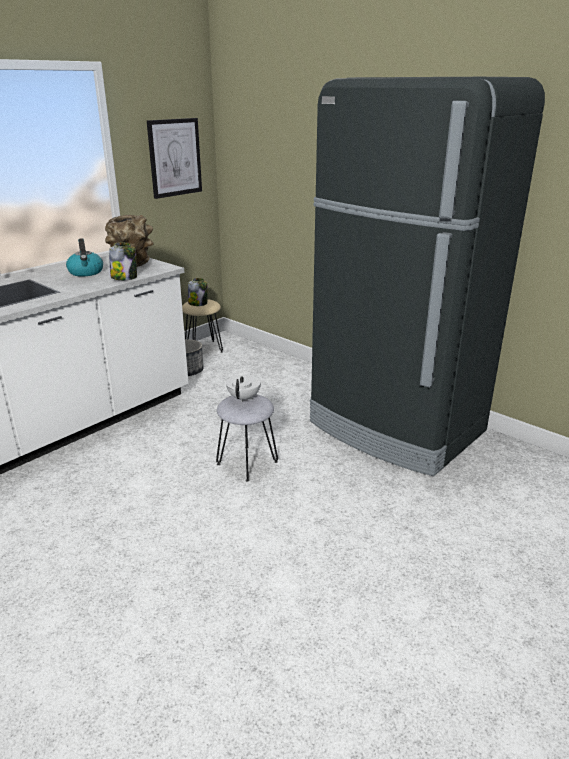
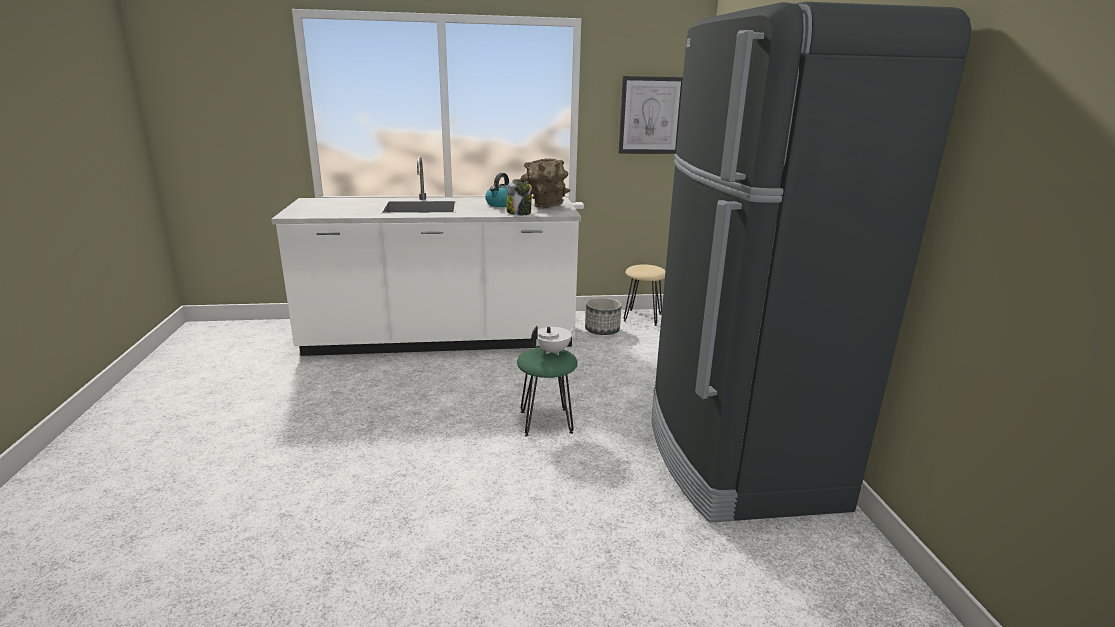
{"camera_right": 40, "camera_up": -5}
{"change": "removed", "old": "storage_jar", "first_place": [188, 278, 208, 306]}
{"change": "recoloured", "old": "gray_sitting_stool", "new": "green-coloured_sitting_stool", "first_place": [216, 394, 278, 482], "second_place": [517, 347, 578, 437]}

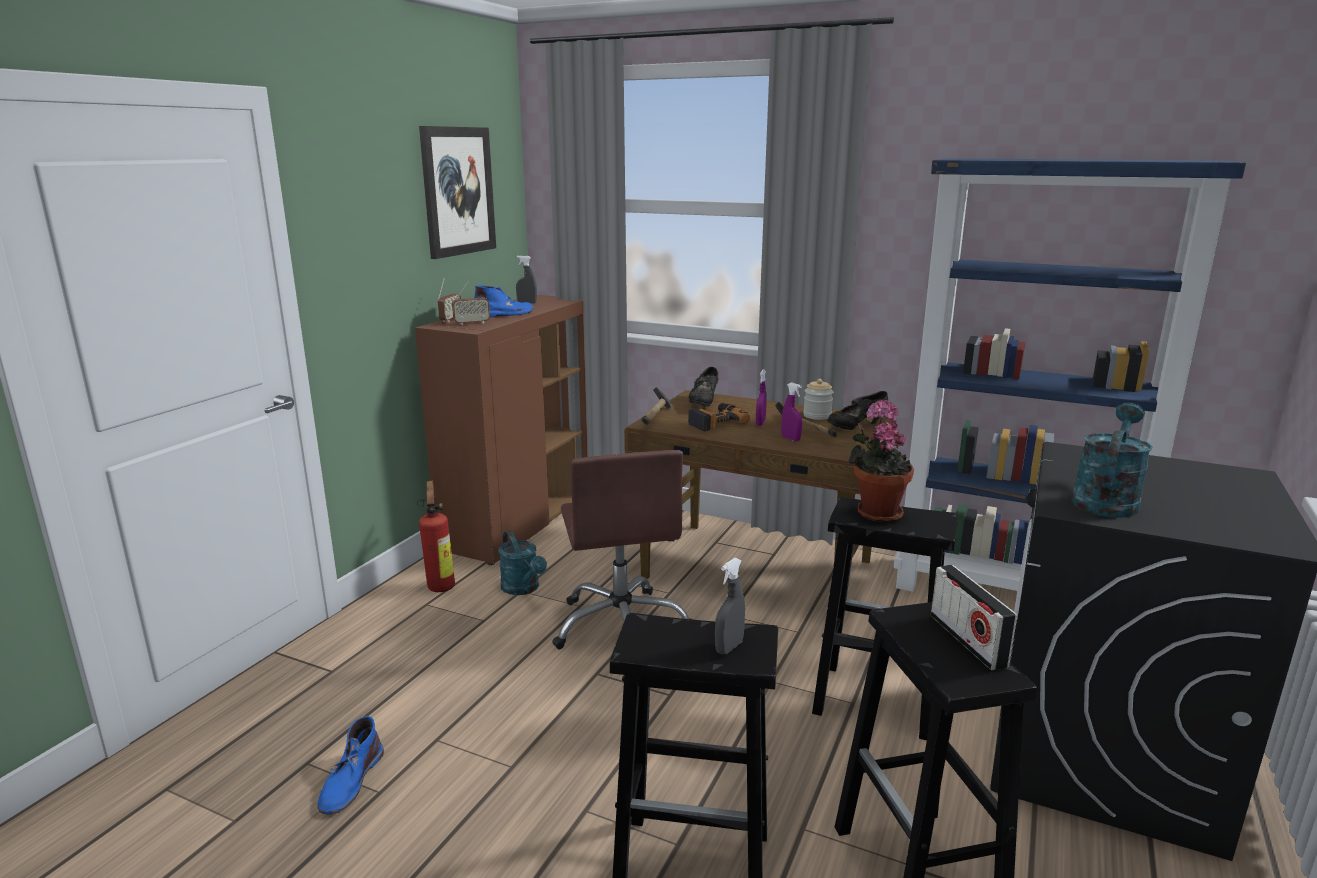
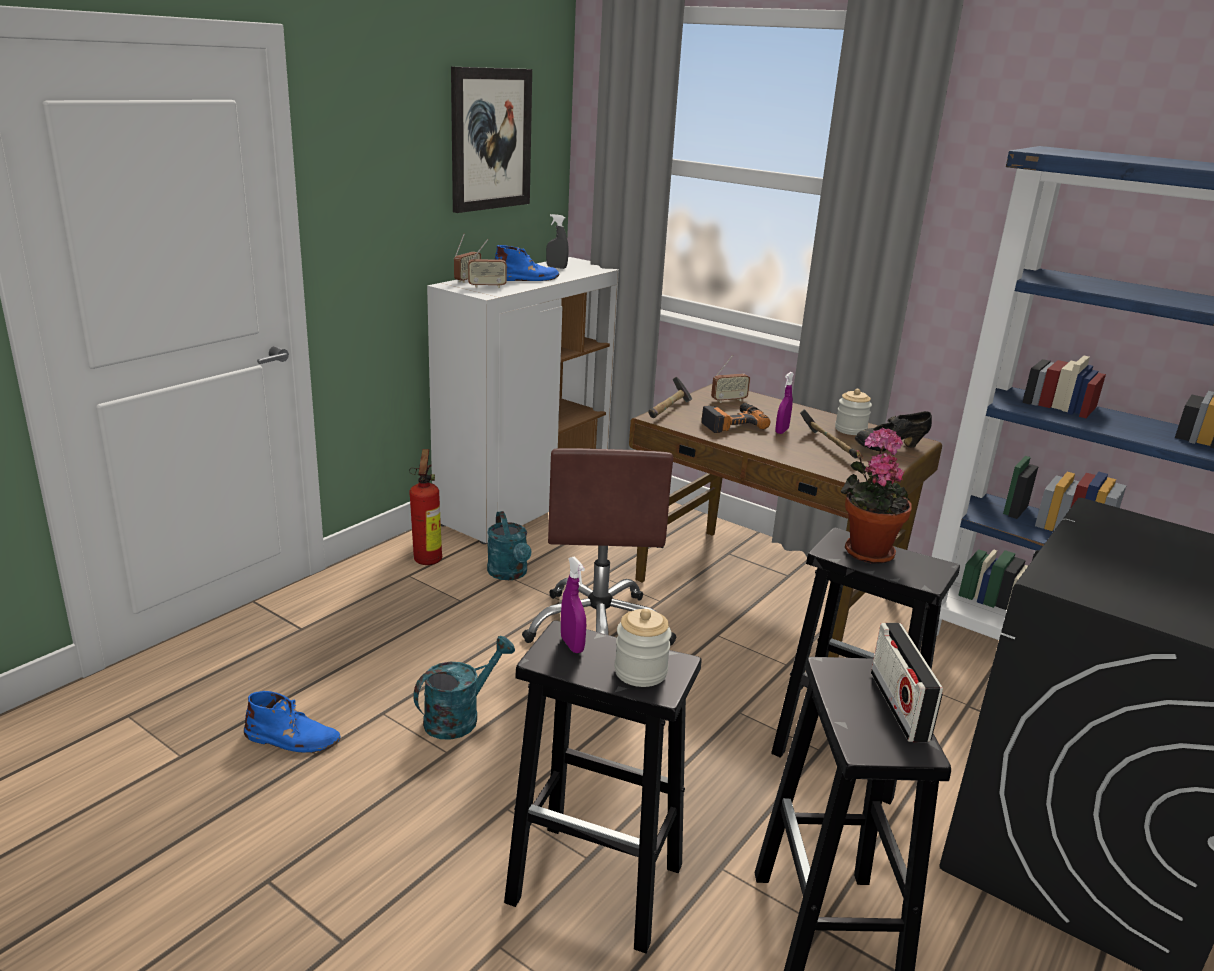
{"camera_right": 10, "camera_up": 5}
{"change": "moved", "old": "purplish_spray_bottle", "first_place": [781, 382, 802, 441], "second_place": [561, 556, 586, 653]}
{"change": "moved", "old": "blue-green_watering_pot", "first_place": [1071, 403, 1153, 518], "second_place": [413, 636, 515, 740]}
{"change": "replaced", "old": "blackish_low_shoe", "new": "radio", "first_place": [689, 367, 718, 407], "second_place": [711, 355, 750, 403]}
{"change": "replaced", "old": "gray_spray_bottle", "new": "storage_jar", "first_place": [715, 558, 745, 655], "second_place": [614, 609, 672, 687]}
{"change": "recoloured", "old": "brown-coloured_cupboard", "new": "white_cupboard", "first_place": [415, 295, 588, 565], "second_place": [427, 257, 619, 544]}
{"change": "turned", "old": "blue_high-top_boot", "first_place": [317, 716, 384, 814], "second_place": [244, 691, 340, 753], "degrees": -105}

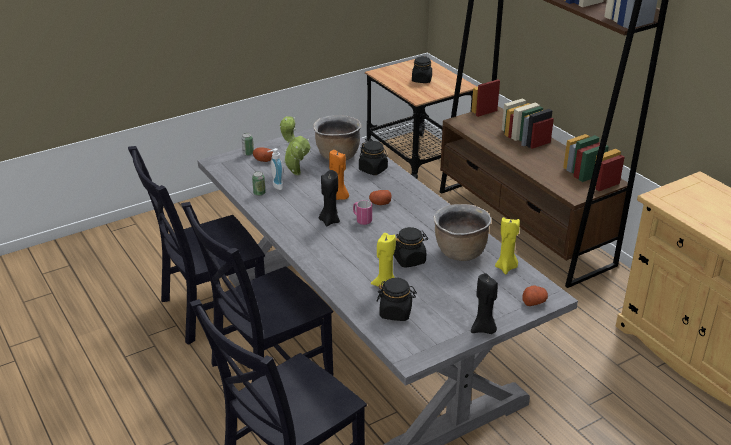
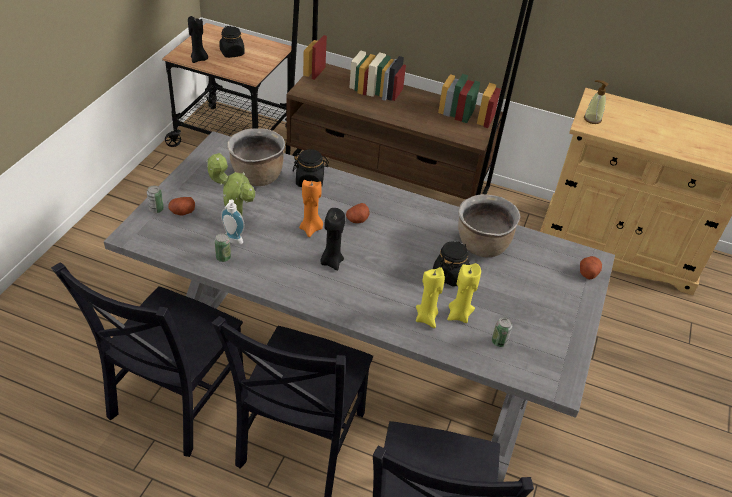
{"camera_right": -40, "camera_up": 10}
{"change": "removed", "old": "pink_mug", "first_place": [353, 200, 372, 225]}
{"change": "added", "new": "liquid_soap_bottle", "second_place": [584, 80, 609, 124]}
{"change": "moved", "old": "blackish_candle", "first_place": [471, 273, 498, 334], "second_place": [188, 16, 208, 63]}
{"change": "moved", "old": "yellow_candle", "first_place": [495, 217, 520, 274], "second_place": [416, 267, 445, 328]}
{"change": "replaced", "old": "blackish_storage_jar", "new": "metal_can", "first_place": [377, 278, 417, 321], "second_place": [492, 317, 512, 347]}

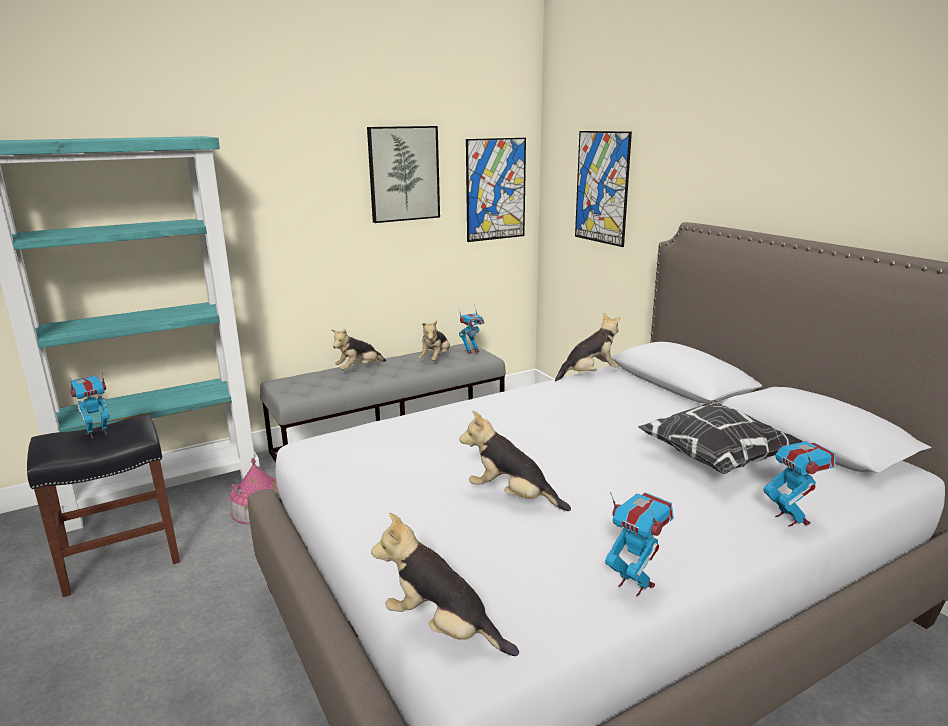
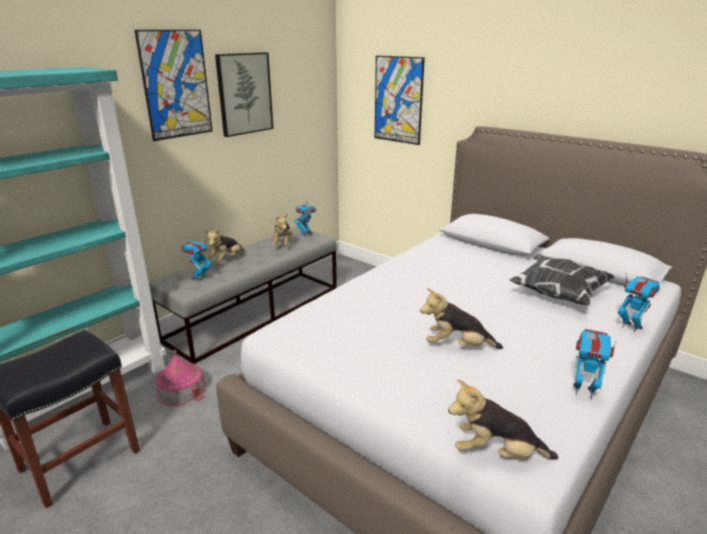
{"camera_right": -20, "camera_up": 5}
{"change": "removed", "old": "plush_toy", "first_place": [555, 313, 621, 382]}
{"change": "moved", "old": "model_robot", "first_place": [70, 372, 109, 439], "second_place": [181, 238, 212, 280]}
{"change": "moved", "old": "wall_art", "first_place": [466, 138, 526, 242], "second_place": [134, 30, 213, 141]}

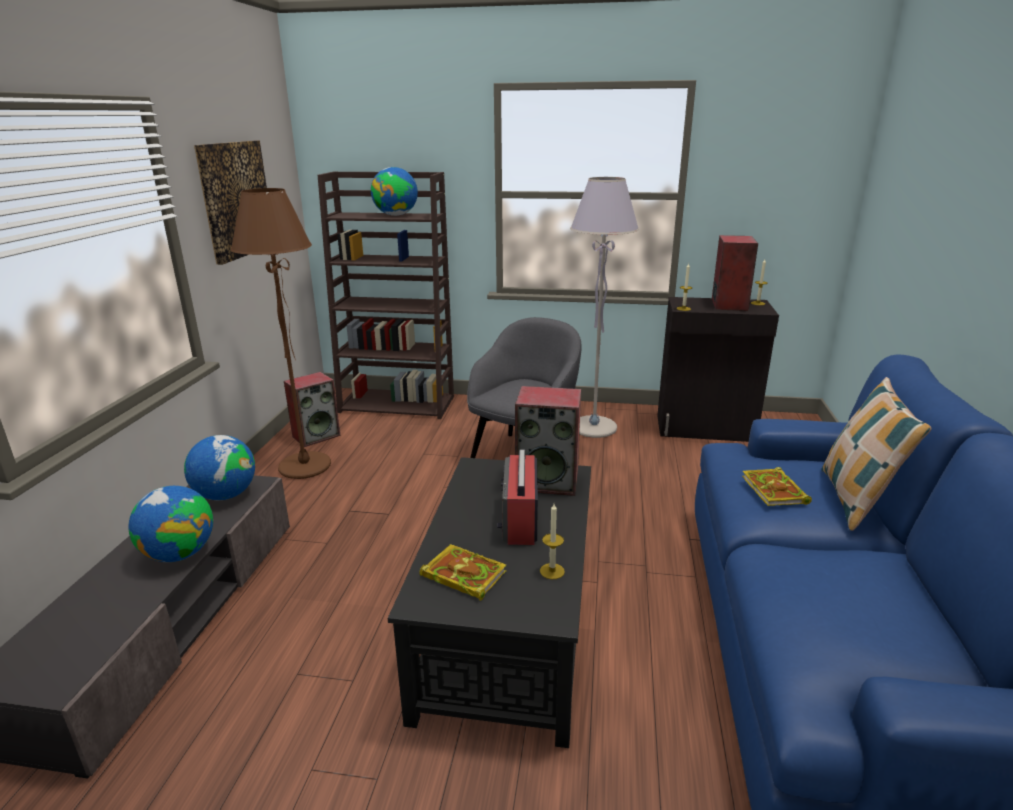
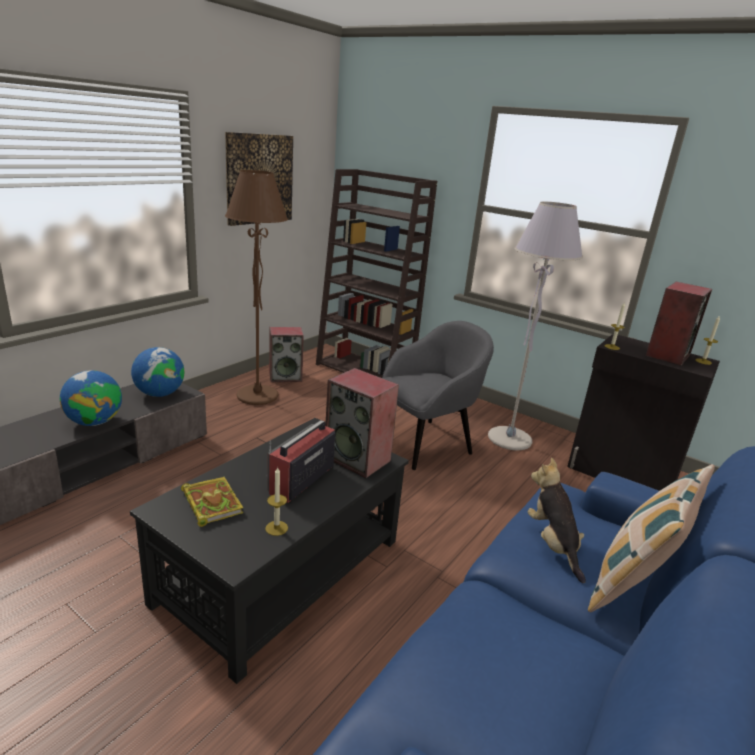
{"camera_right": 25, "camera_up": 0}
{"change": "removed", "old": "globe", "first_place": [371, 167, 418, 216]}
{"change": "replaced", "old": "volume", "new": "plush_toy", "first_place": [742, 467, 812, 506], "second_place": [528, 458, 586, 583]}

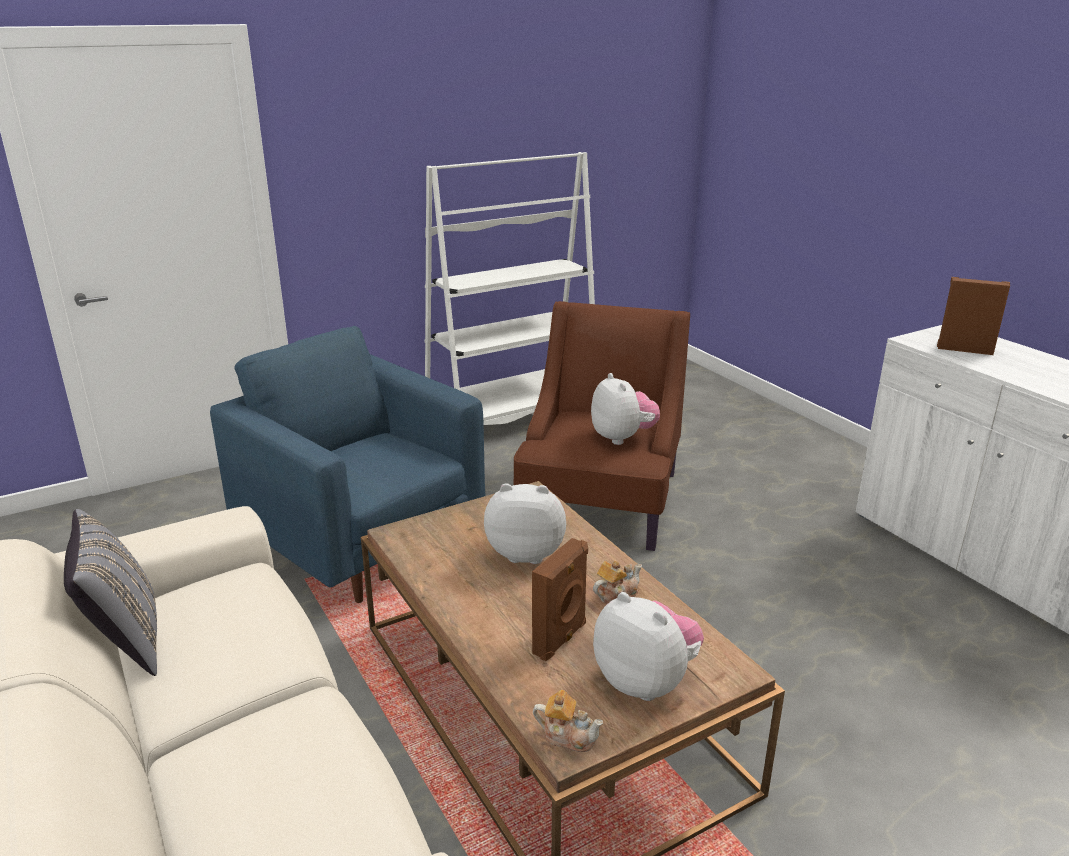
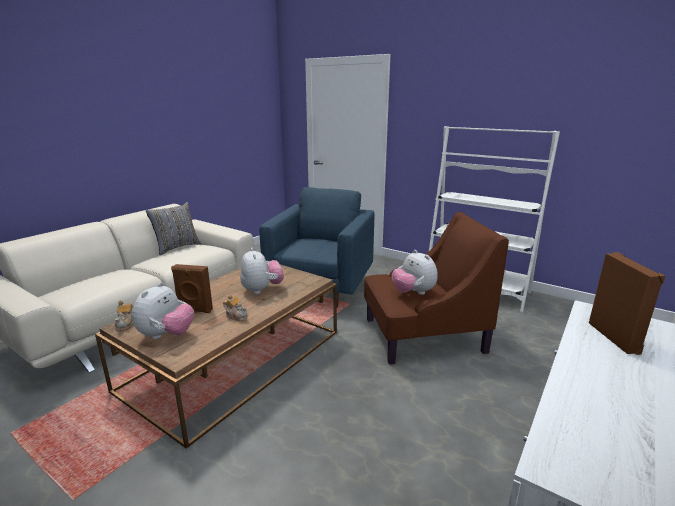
{"camera_right": 65, "camera_up": -5}
{"change": "turned", "old": "plush_toy", "first_place": [591, 373, 660, 445], "second_place": [392, 250, 438, 295], "degrees": 105}

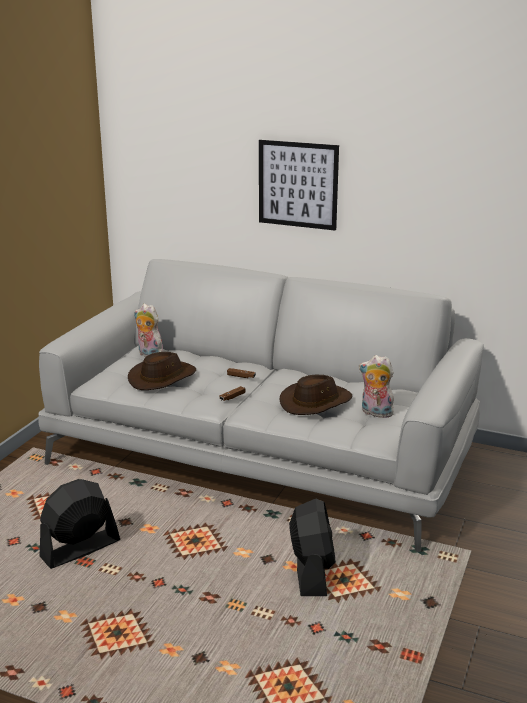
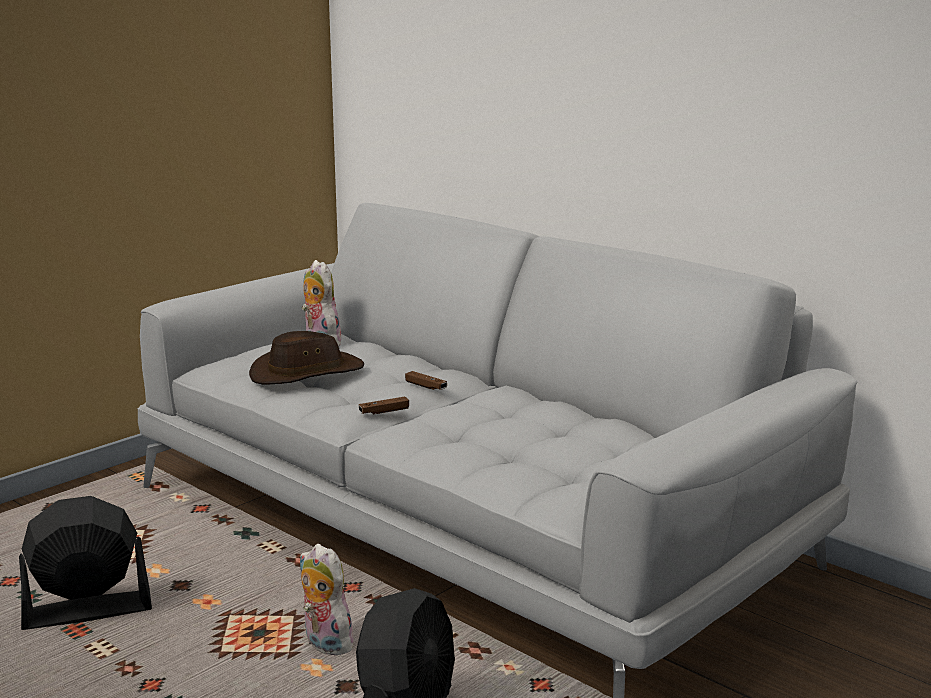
{"camera_right": 20, "camera_up": -5}
{"change": "removed", "old": "wall_art", "first_place": [259, 140, 339, 231]}
{"change": "removed", "old": "brown-coloured_wearable_hat", "first_place": [280, 375, 352, 415]}
{"change": "moved", "old": "plush_toy", "first_place": [359, 355, 394, 418], "second_place": [300, 544, 354, 655]}

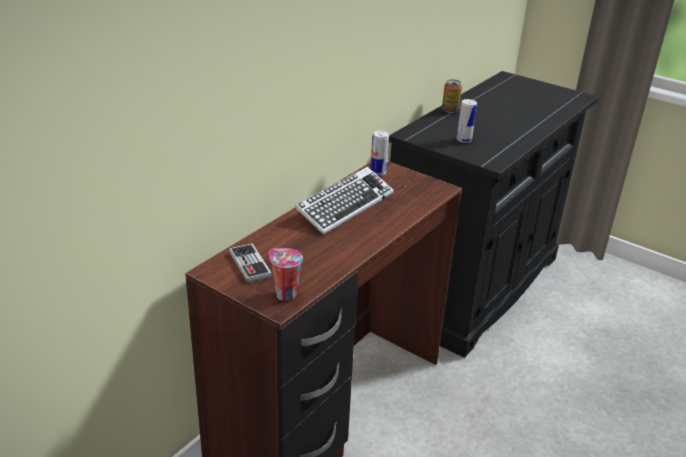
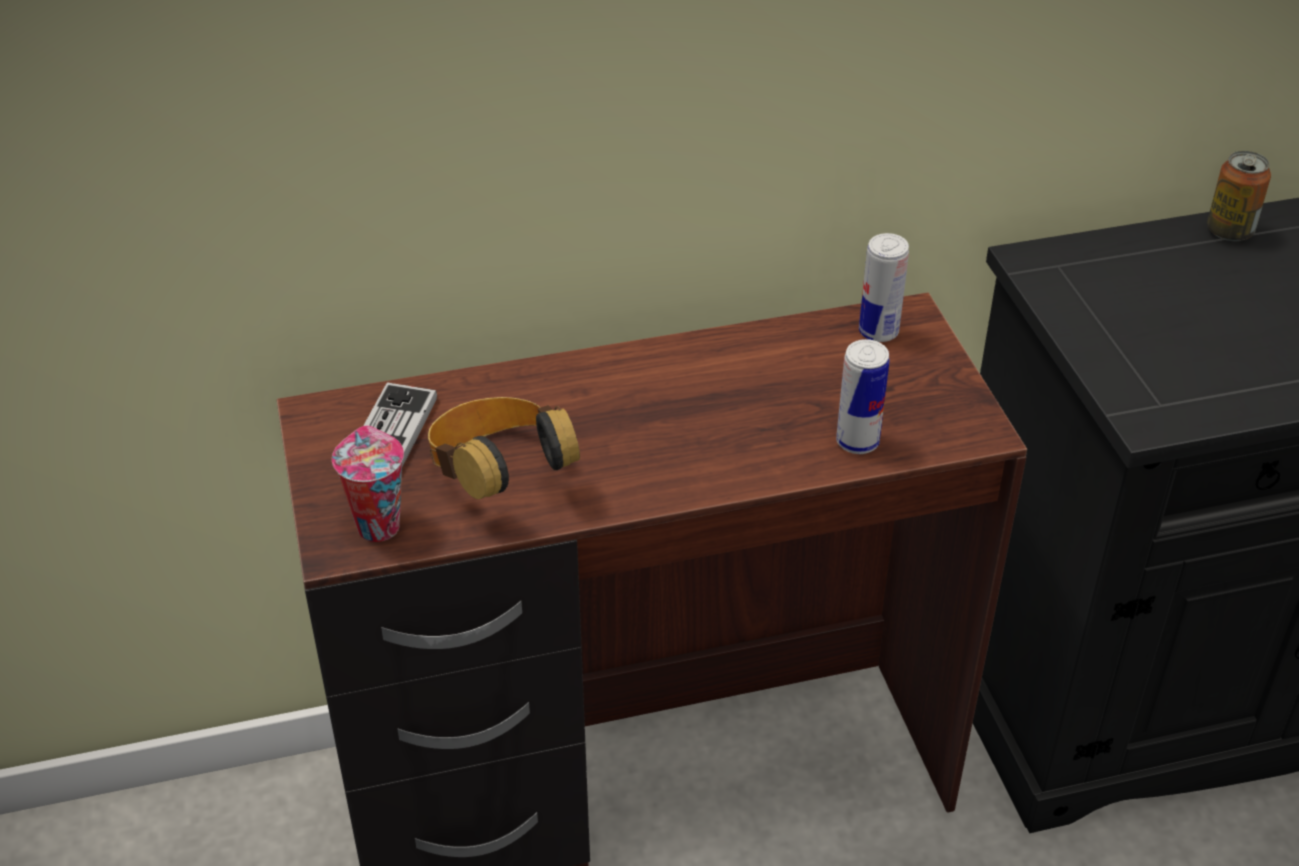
{"camera_right": 40, "camera_up": 10}
{"change": "removed", "old": "keyboard", "first_place": [295, 167, 394, 235]}
{"change": "added", "new": "headphones", "second_place": [428, 397, 580, 499]}
{"change": "moved", "old": "metal_can", "first_place": [457, 99, 477, 143], "second_place": [836, 339, 890, 454]}

